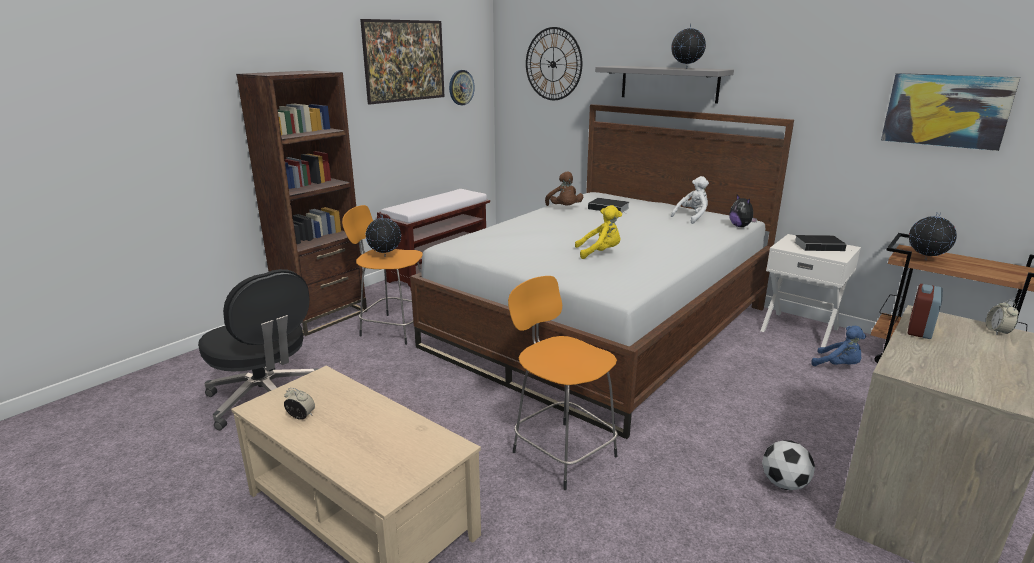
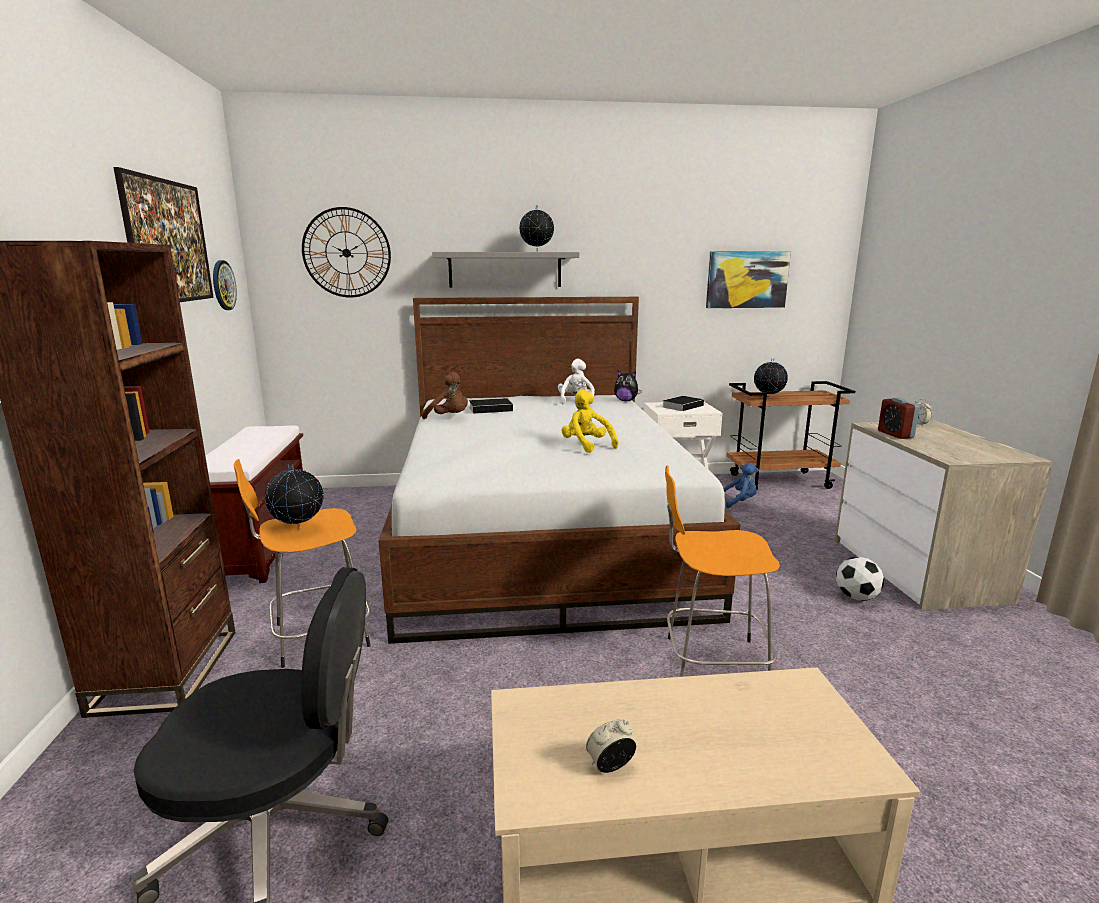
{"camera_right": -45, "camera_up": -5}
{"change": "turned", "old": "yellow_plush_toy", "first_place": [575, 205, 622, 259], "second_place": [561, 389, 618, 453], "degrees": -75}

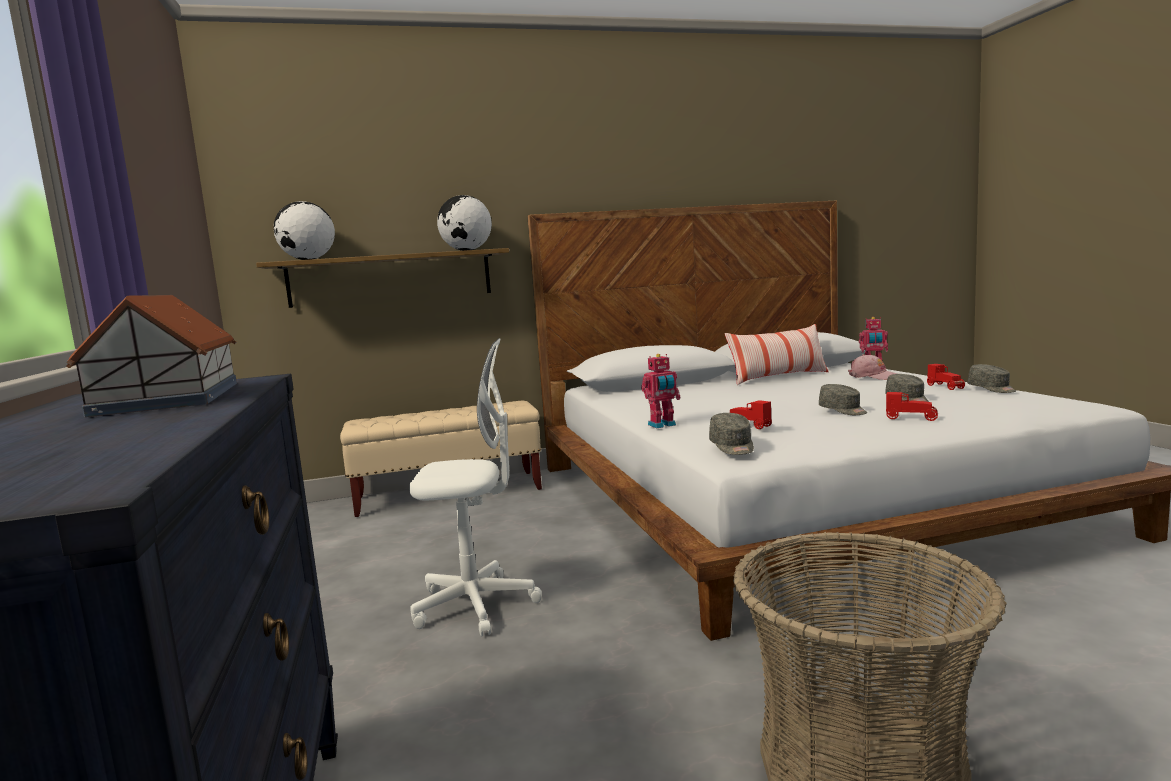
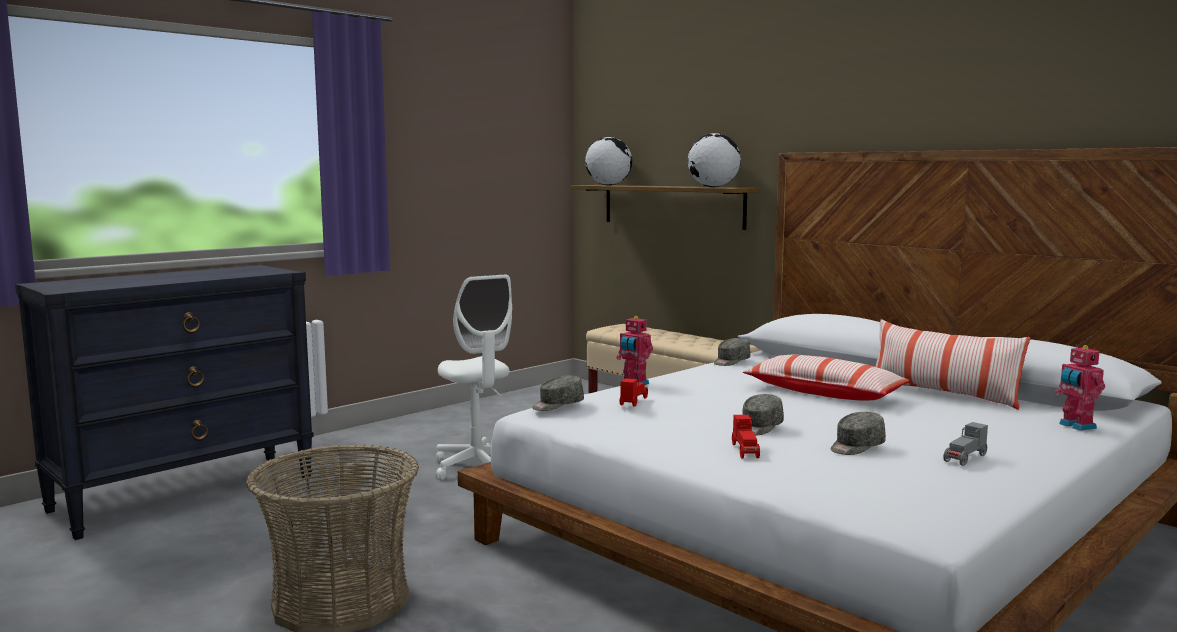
{"camera_right": 60, "camera_up": 0}
{"change": "removed", "old": "miniature_house", "first_place": [66, 295, 237, 417]}
{"change": "removed", "old": "pink_cap", "first_place": [848, 354, 897, 380]}
{"change": "added", "new": "pillow", "second_place": [743, 355, 910, 400]}
{"change": "moved", "old": "gray_cap", "first_place": [968, 364, 1016, 393], "second_place": [714, 338, 751, 366]}
{"change": "recoloured", "old": "reddish_model_car", "new": "gray_model_car", "first_place": [927, 364, 965, 390], "second_place": [943, 422, 988, 466]}

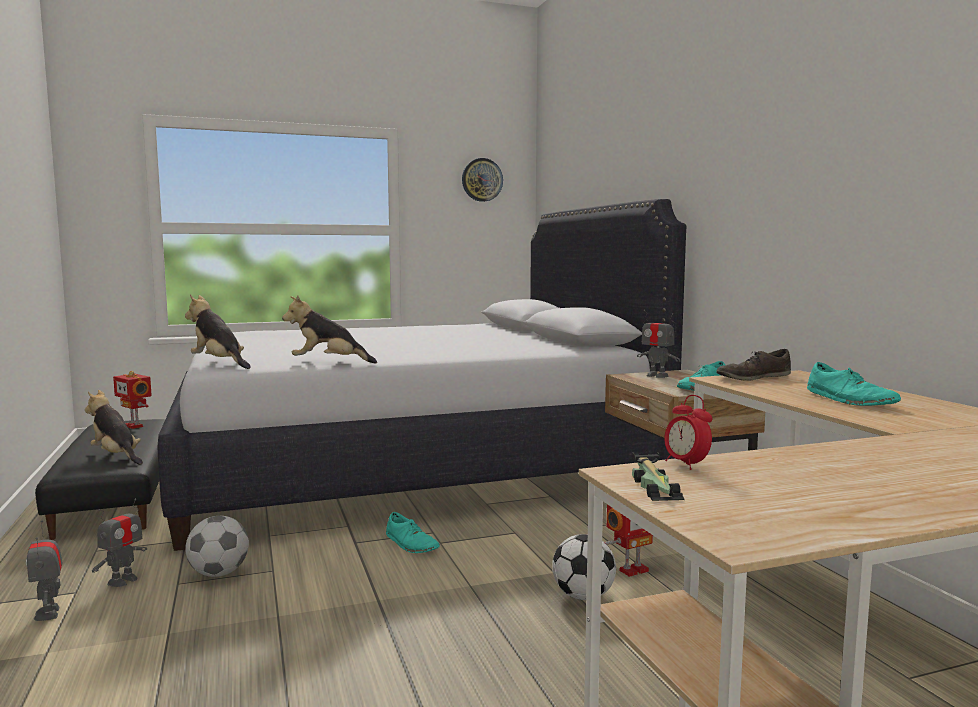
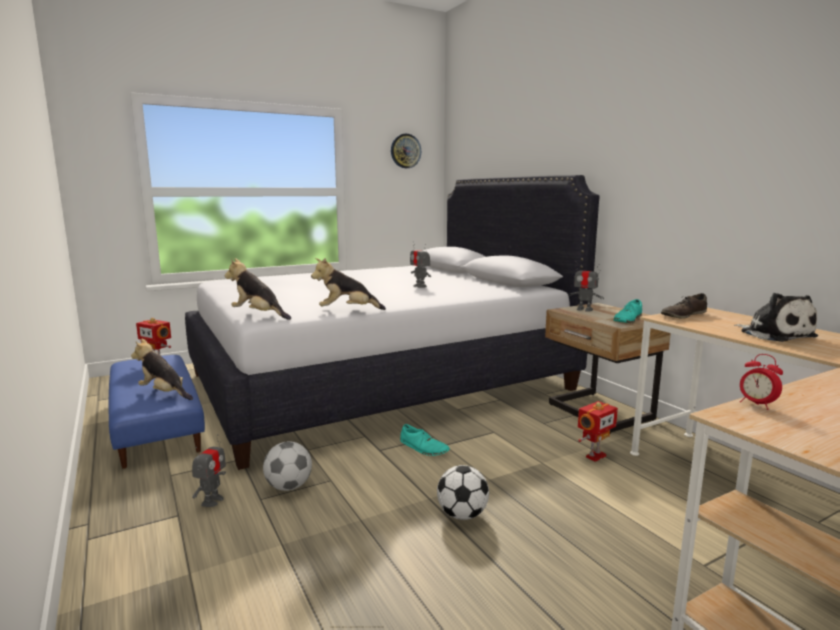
{"camera_right": -10, "camera_up": 5}
{"change": "removed", "old": "model_car", "first_place": [632, 452, 685, 501]}
{"change": "moved", "old": "model_robot", "first_place": [26, 520, 63, 621], "second_place": [410, 242, 431, 288]}
{"change": "moved", "old": "ball_for_football", "first_place": [552, 534, 616, 600], "second_place": [437, 465, 489, 520]}
{"change": "replaced", "old": "blue-green_low_shoe", "new": "plush_toy", "first_place": [807, 362, 901, 406], "second_place": [734, 293, 818, 342]}
{"change": "recoloured", "old": "blackish_ottoman", "new": "blue_ottoman", "first_place": [35, 419, 165, 540], "second_place": [108, 355, 205, 469]}

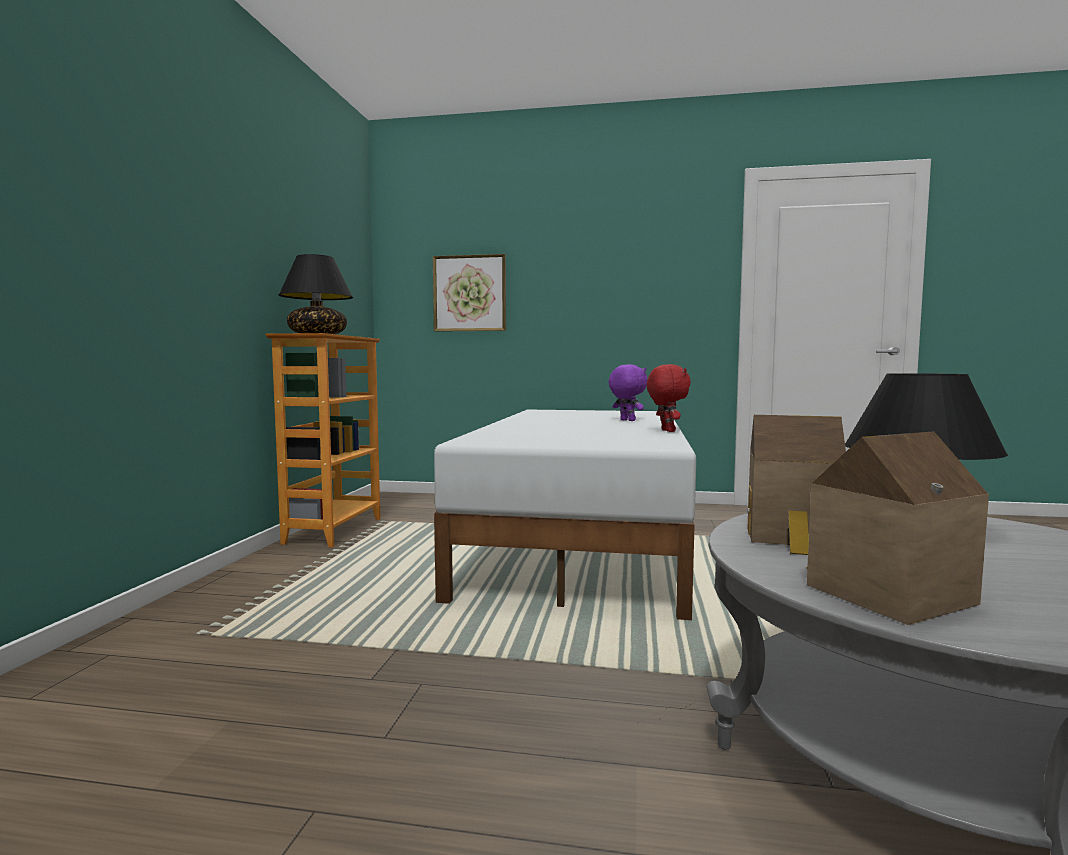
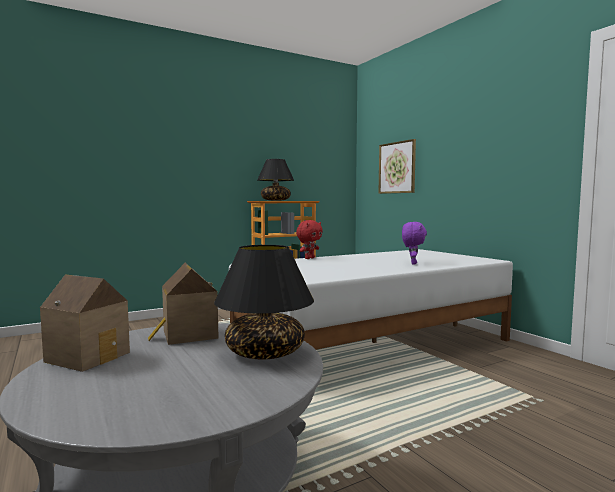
{"camera_right": 50, "camera_up": 0}
{"change": "moved", "old": "reddish_plush_toy", "first_place": [647, 364, 691, 432], "second_place": [296, 220, 323, 259]}

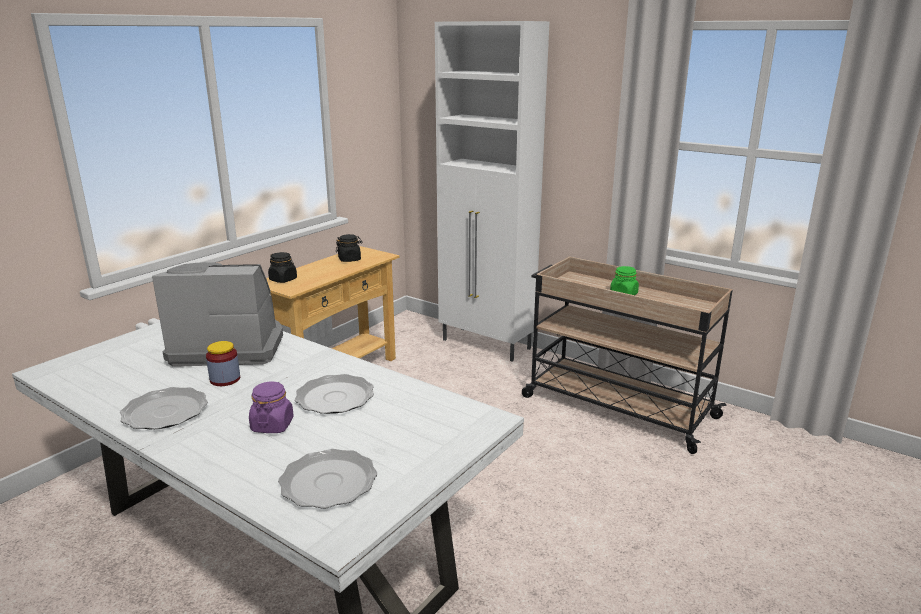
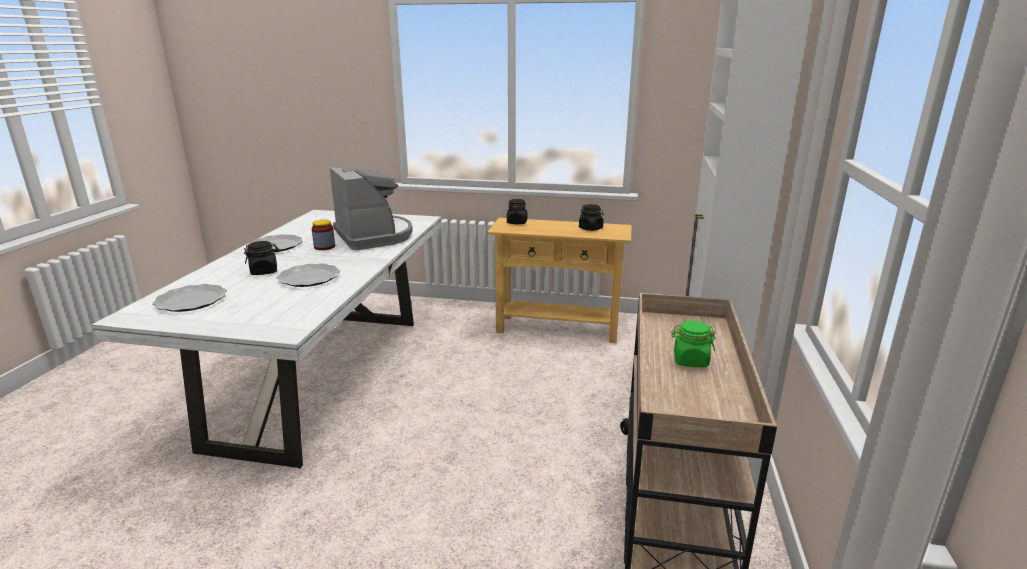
{"camera_right": 65, "camera_up": 0}
{"change": "recoloured", "old": "purplish_storage_jar", "new": "blackish_storage_jar", "first_place": [249, 382, 294, 433], "second_place": [244, 241, 279, 275]}

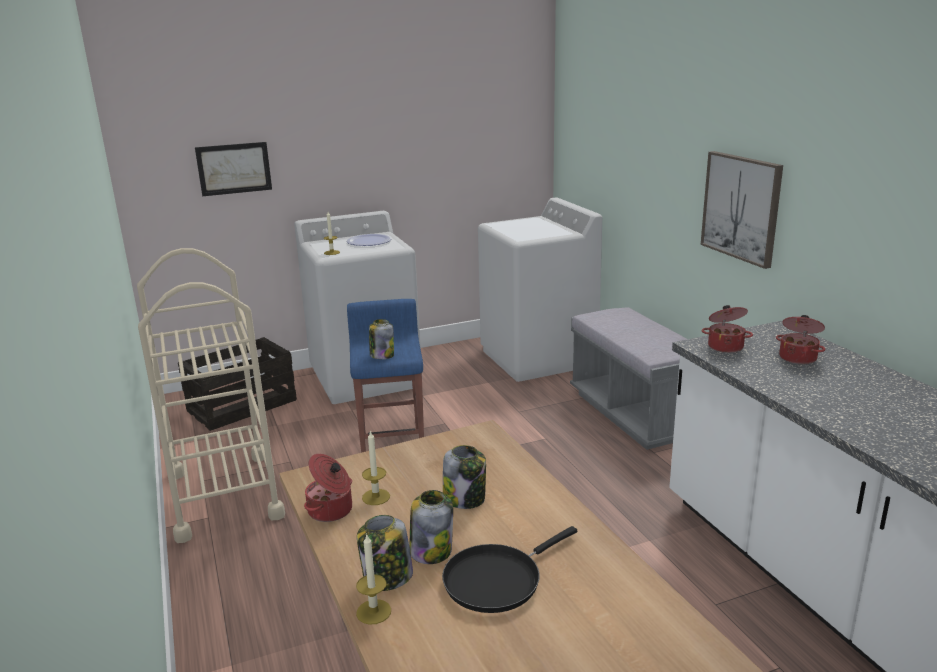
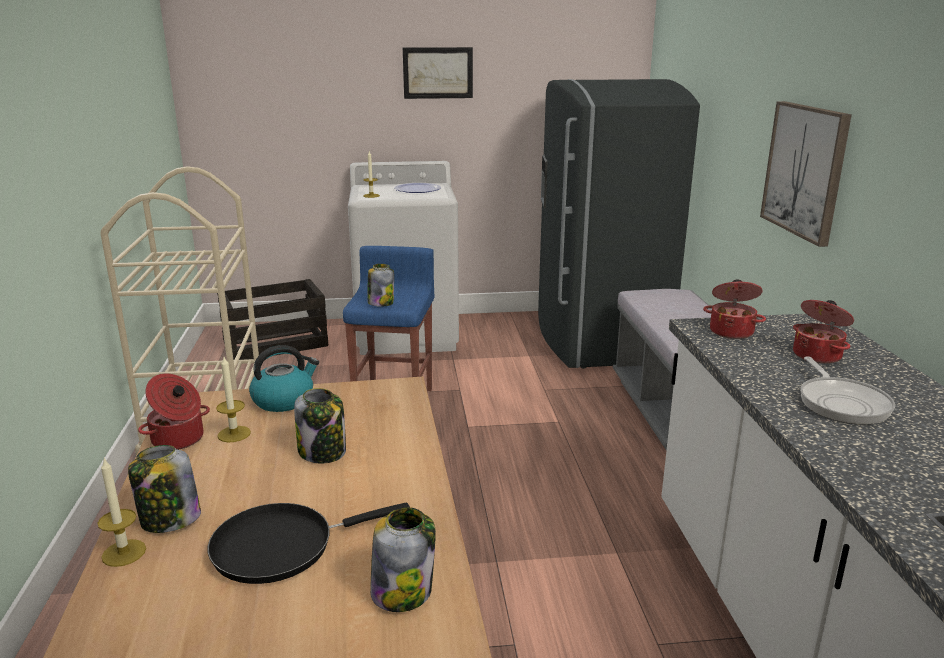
{"camera_right": 15, "camera_up": 0}
{"change": "added", "new": "water_kettle", "second_place": [249, 345, 319, 412]}
{"change": "added", "new": "pan", "second_place": [800, 357, 895, 425]}
{"change": "moved", "old": "wall_art", "first_place": [195, 142, 272, 196], "second_place": [403, 47, 473, 99]}
{"change": "moved", "old": "storage_jar", "first_place": [409, 490, 453, 564], "second_place": [370, 507, 436, 612]}
{"change": "replaced", "old": "white_laundry_machine", "new": "gray_refrigerator", "first_place": [478, 197, 602, 382], "second_place": [538, 79, 700, 369]}

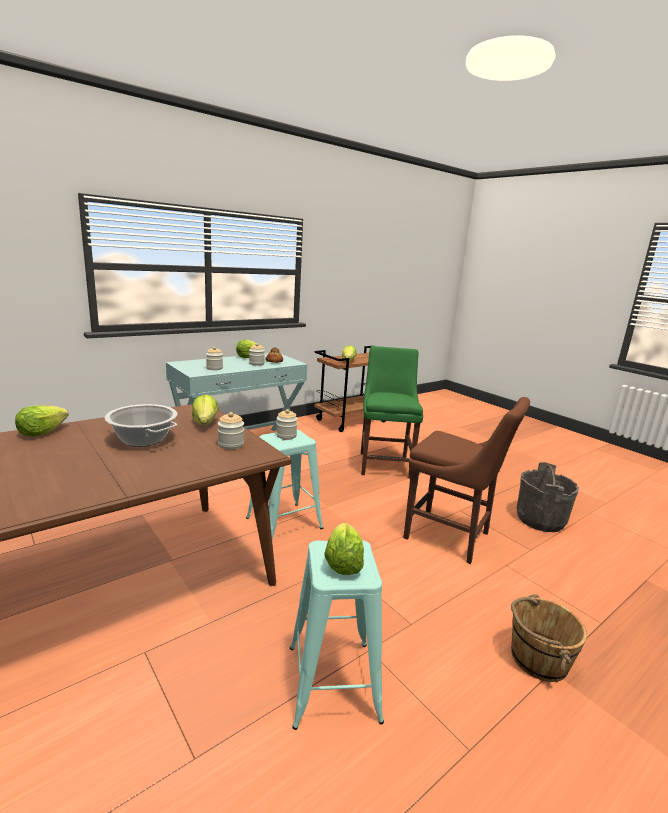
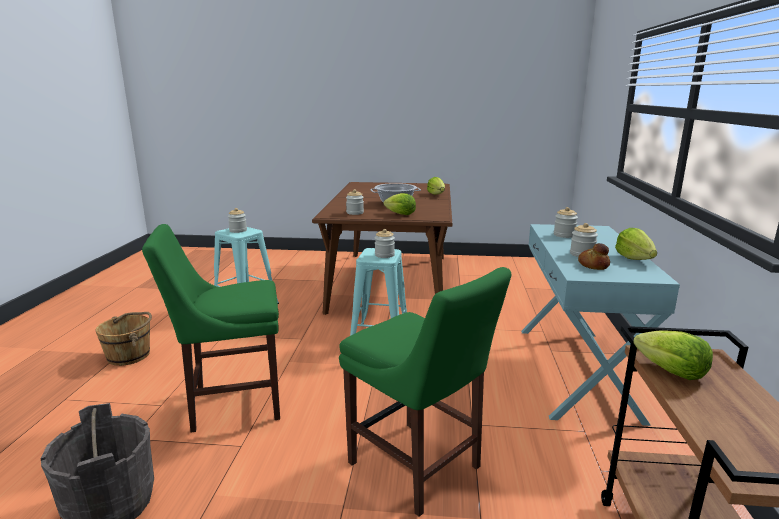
{"camera_right": 135, "camera_up": 0}
{"change": "replaced", "old": "head_of_lettuce", "new": "storage_jar", "first_place": [325, 523, 364, 575], "second_place": [228, 208, 247, 233]}
{"change": "recoloured", "old": "brown-coloured_chair", "new": "green-coloured_chair", "first_place": [403, 397, 530, 564], "second_place": [142, 224, 280, 433]}

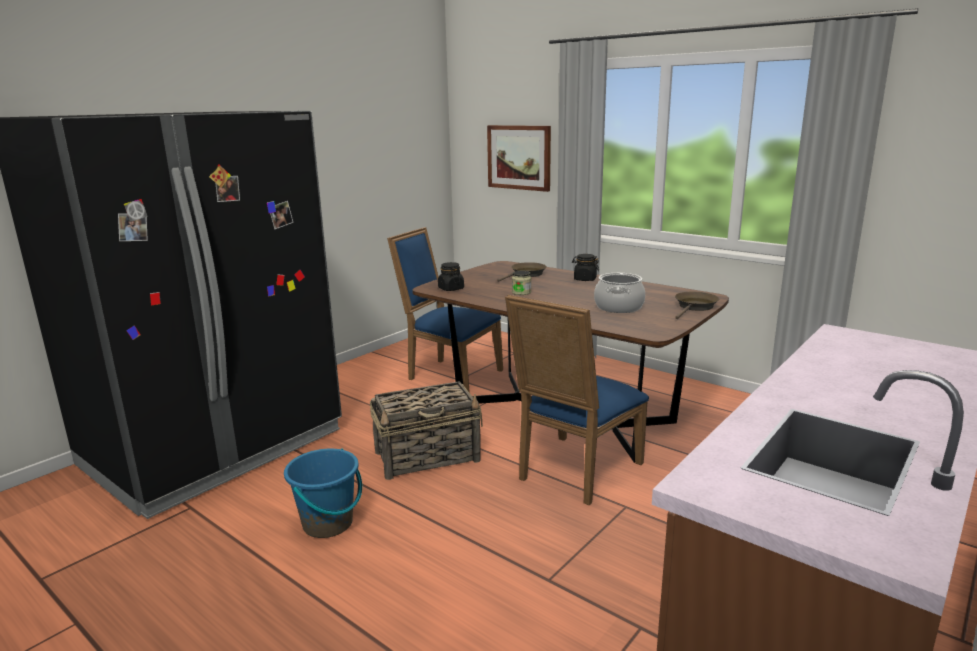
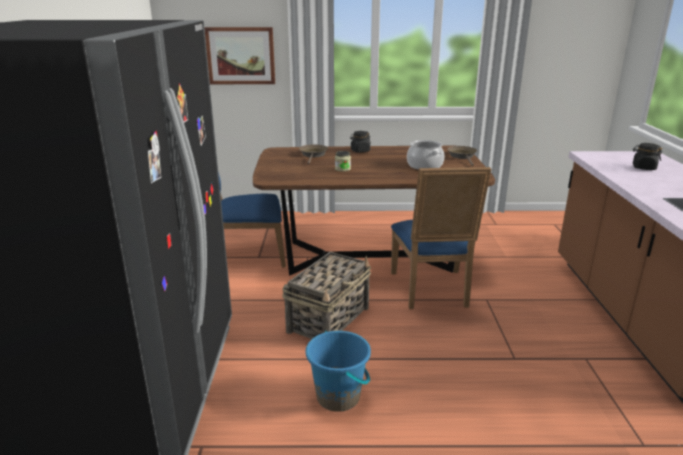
{"camera_right": -40, "camera_up": 5}
{"change": "moved", "old": "blackish_storage_jar", "first_place": [438, 262, 464, 291], "second_place": [633, 143, 662, 170]}

